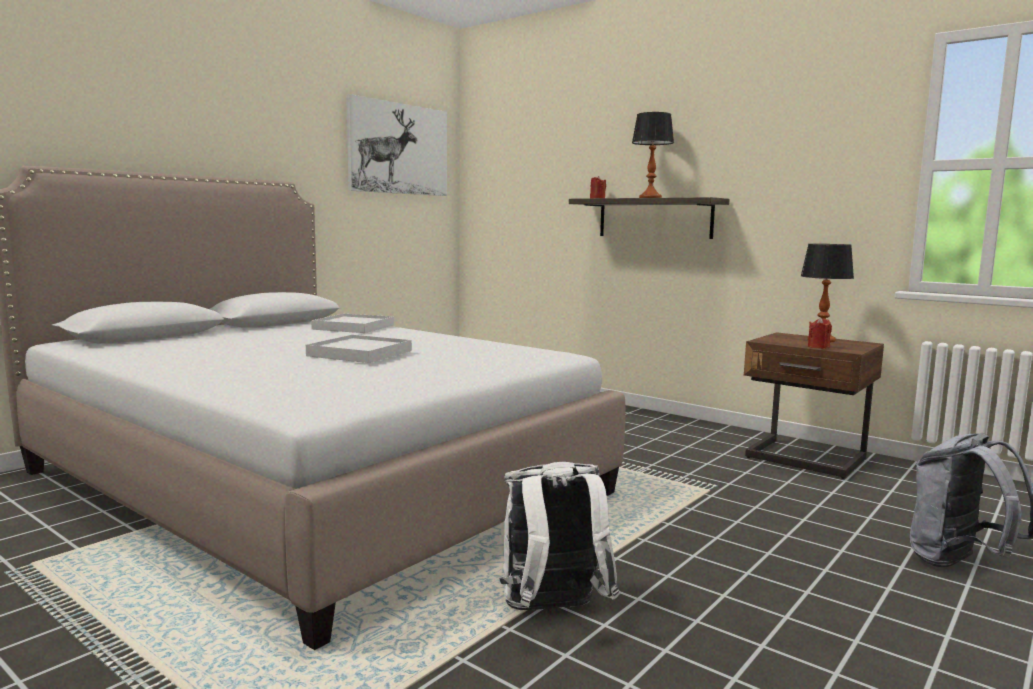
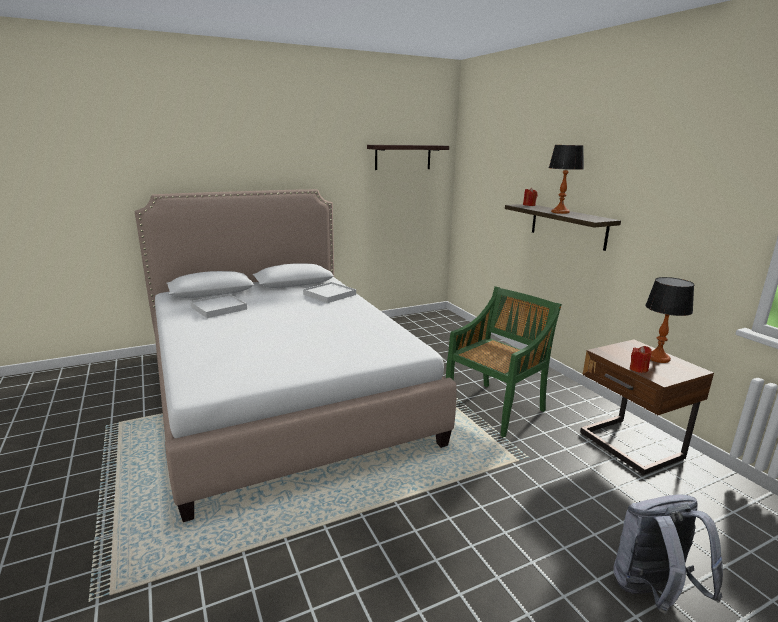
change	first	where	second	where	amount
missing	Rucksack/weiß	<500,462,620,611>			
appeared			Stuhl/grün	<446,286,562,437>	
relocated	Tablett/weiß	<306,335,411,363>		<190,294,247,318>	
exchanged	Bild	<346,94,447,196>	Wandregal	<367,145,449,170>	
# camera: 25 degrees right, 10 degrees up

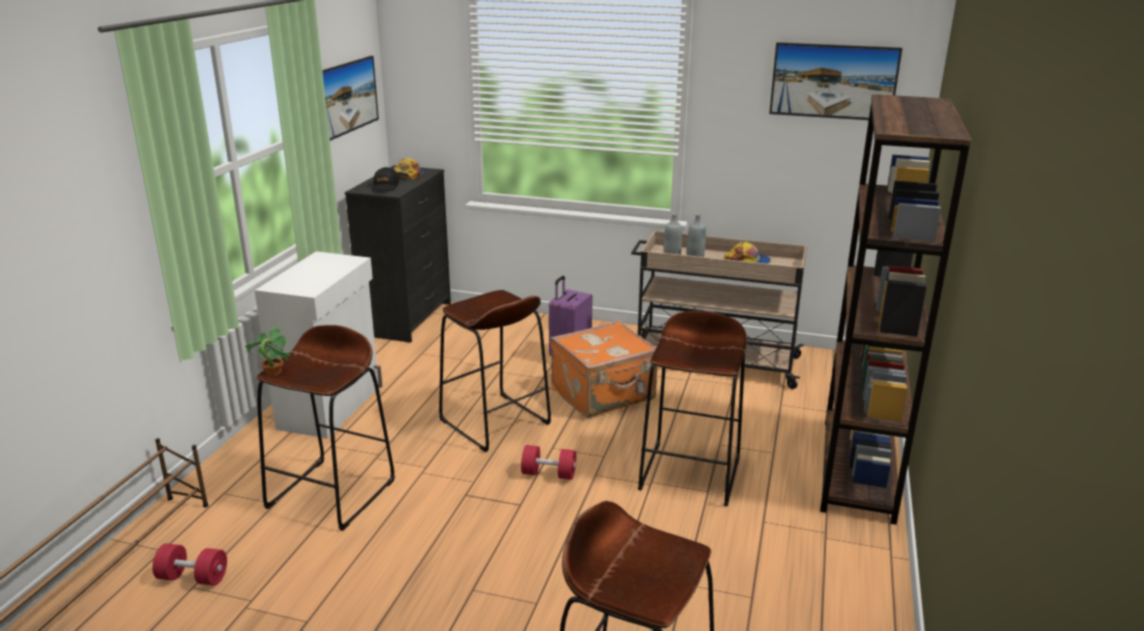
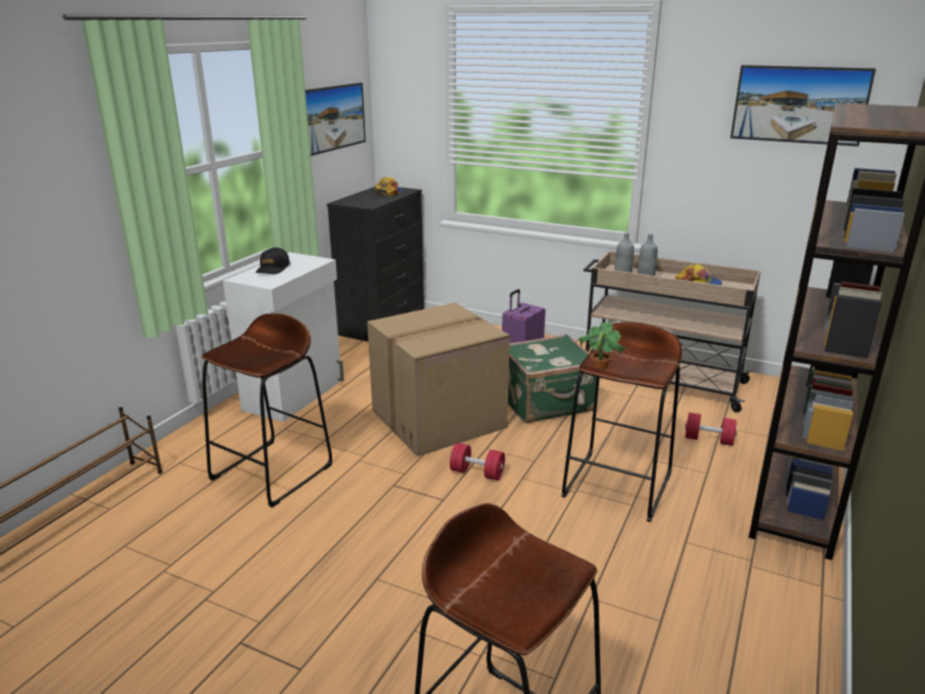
change	first	where	second	where	amount
relocated	Hantel/rot	<152,543,227,586>		<685,412,737,446>	
relocated	Topfpflanze	<245,327,293,376>		<579,322,627,369>	
relocated	Kappe/schwarz	<372,167,399,191>		<256,248,290,274>	
exchanged	Hocker/braun	<439,290,551,452>	Karton	<367,302,510,456>	
colour	Koffer/orange	<550,321,658,418>	Koffer/grün	<508,334,596,423>	
# camera: 10 degrees right, 0 degrees up

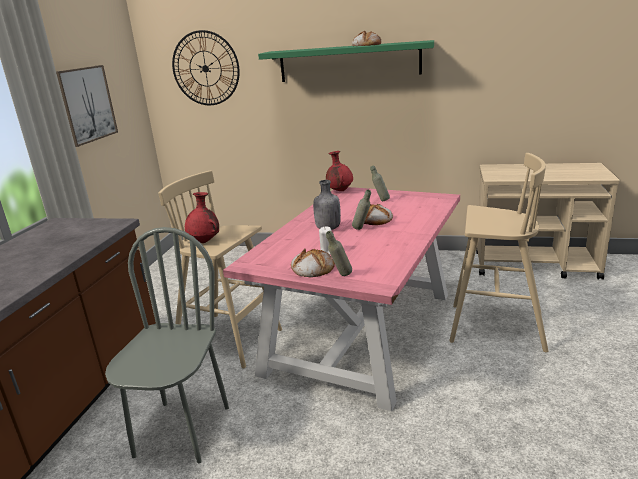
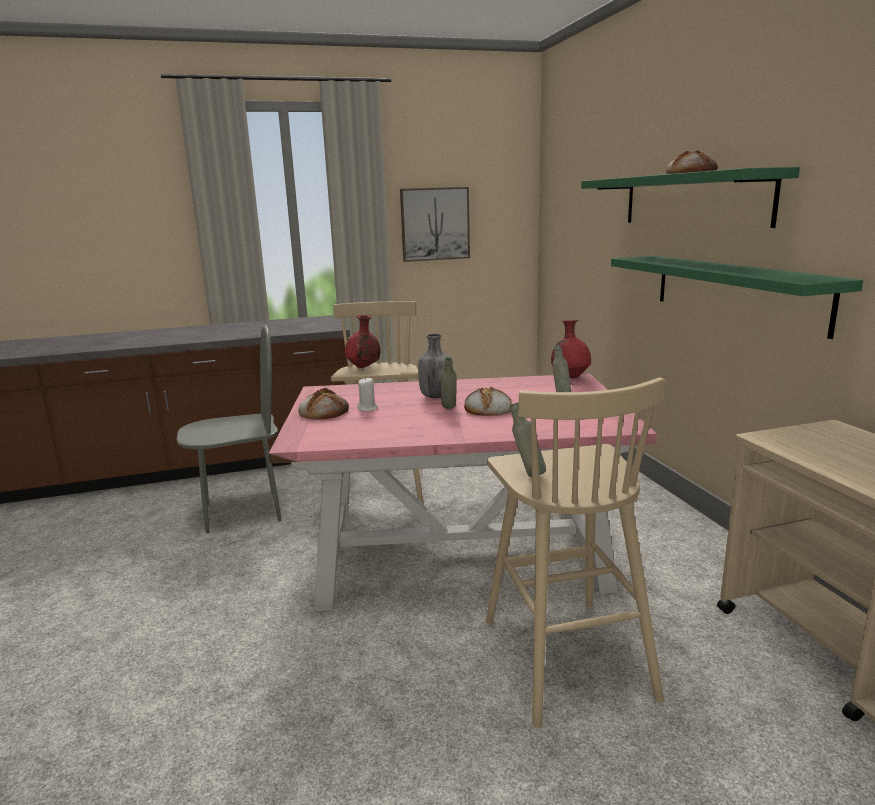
change	first	where	second	where	amount
missing	Wanduhr	<172,30,240,105>			
appeared			Wandregal/grün	<611,256,863,339>	
relocated	Flasche/grau	<326,231,352,276>		<510,402,546,477>	
# camera: 60 degrees right, 5 degrees down

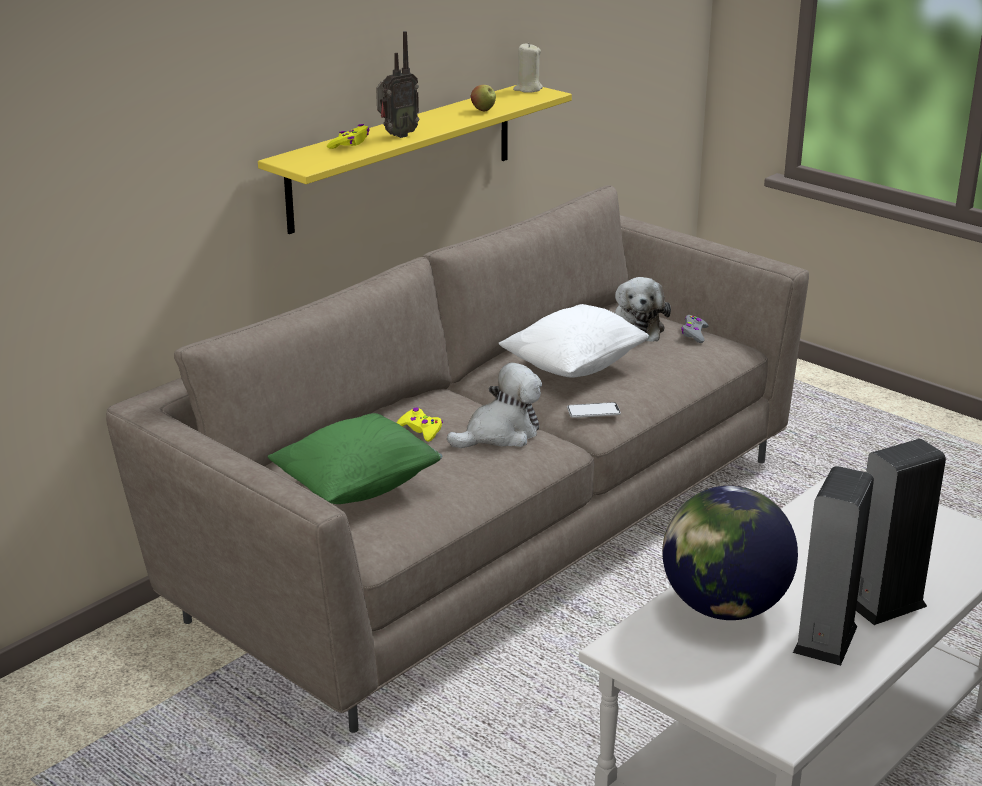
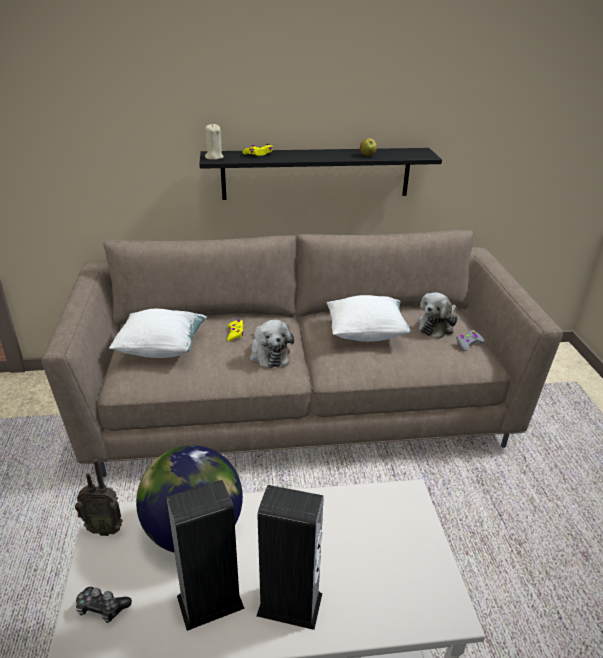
change	first	where	second	where	amount
missing	Handy	<567,402,621,418>			
appeared			Gamepad	<76,587,132,623>	
relocated	Radio	<376,31,419,138>		<75,459,123,536>	
relocated	Kerze/beige	<513,43,543,93>		<205,124,223,160>	
colour	Wandregal/gelb	<258,85,572,234>	Wandregal/schwarz	<199,148,442,200>	
colour	Kissen/grün	<268,413,442,504>	Kissen/weiß	<109,309,207,358>	
spun	Plüschtier	<447,363,542,448>		<250,320,294,368>	60 degrees clockwise
# camera: 40 degrees right, 5 degrees up

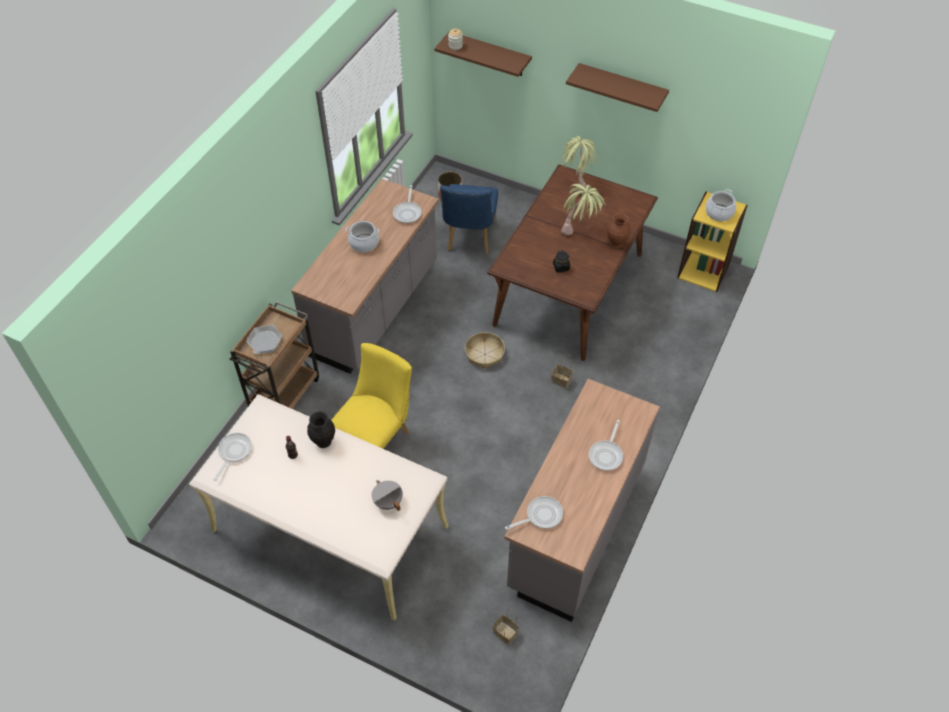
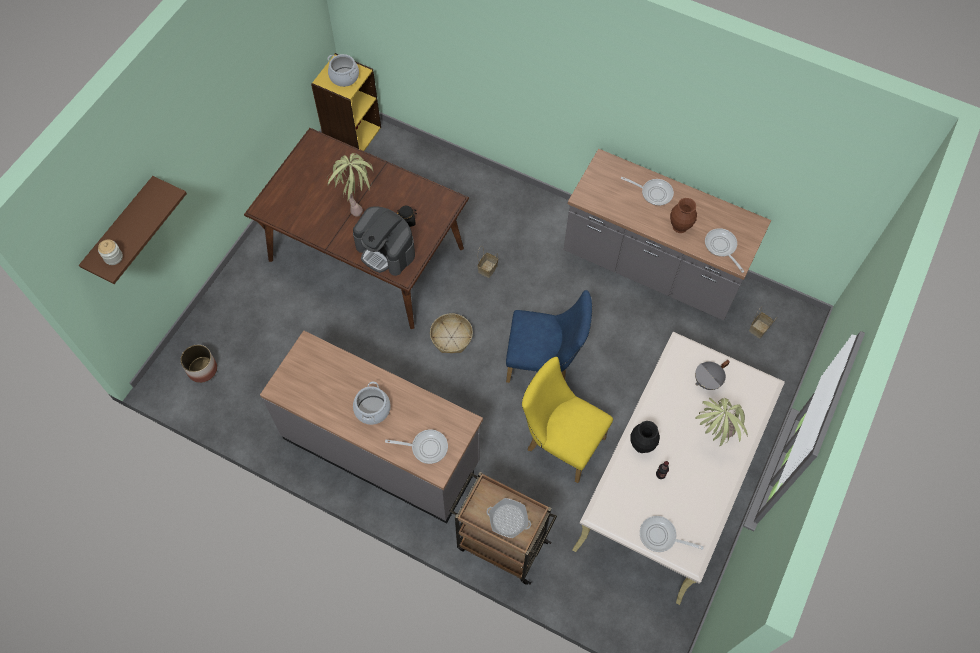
change	first	where	second	where	amount
missing	Wandregal/braun	<566,63,669,112>			
appeared			Kaffeemaschine	<353,206,415,276>	
relocated	Pfanne	<393,185,421,223>		<385,430,448,464>	
relocated	Stuhl/blau	<440,184,498,254>		<506,290,592,383>	
relocated	Topfpflanze	<561,136,598,194>		<695,398,748,446>	
relocated	Vase/braun	<607,213,631,248>		<670,198,697,233>	
# camera: 90 degrees left, 10 degrees up

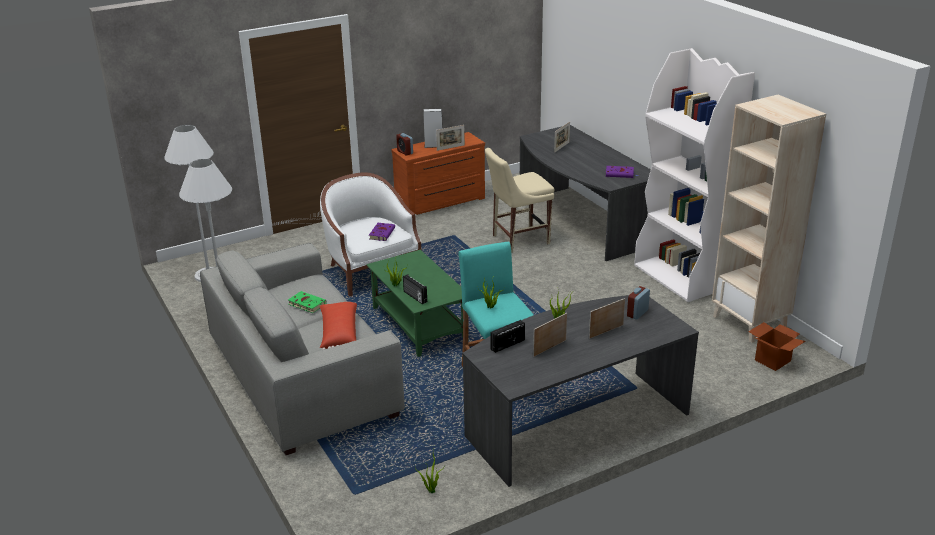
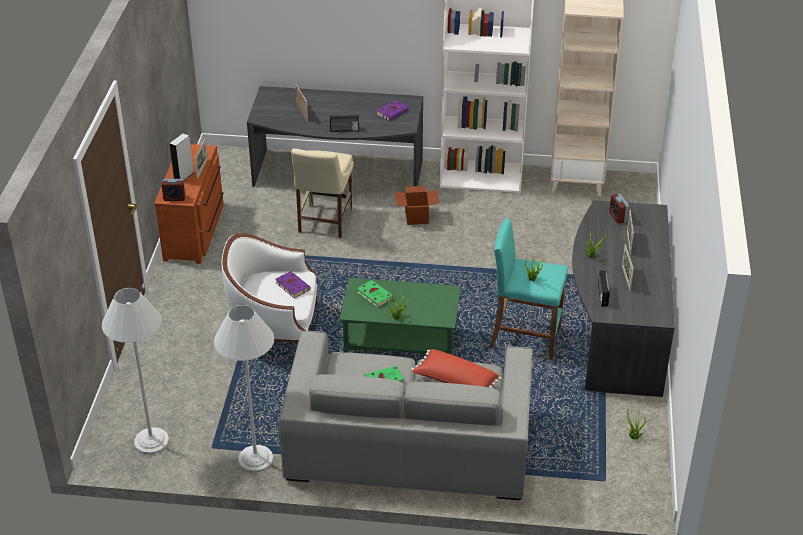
change	first	where	second	where	amount
appeared			Buch/grün	<357,280,393,308>	
relocated	Radio	<403,274,427,304>		<330,115,359,132>	
relocated	Karton	<748,322,805,371>		<395,186,439,225>	
# camera: 55 degrees left, 10 degrees up

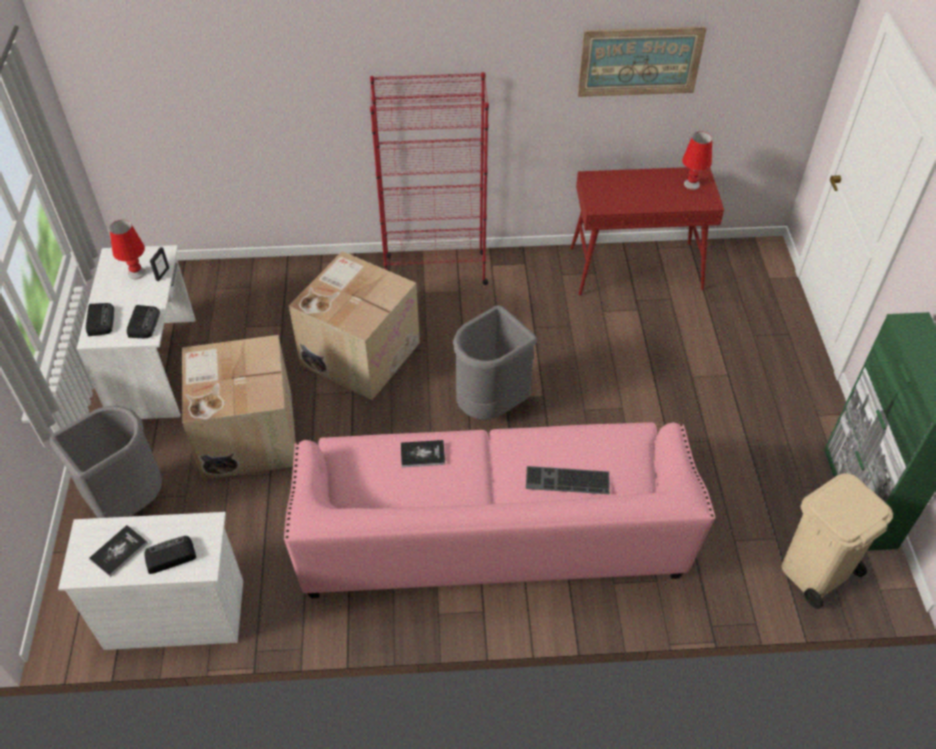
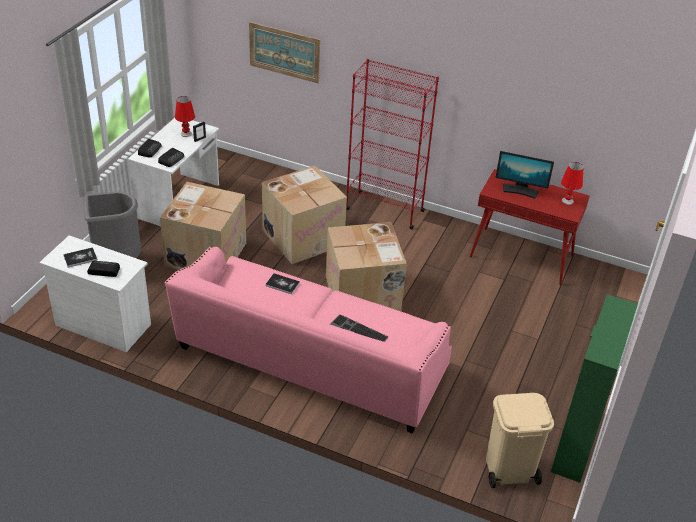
change	first	where	second	where	amount
appeared			Monitor	<496,151,554,199>	
relocated	Bild	<578,26,707,97>		<249,22,320,83>	
exchanged	Mülleimer/grau	<453,305,537,420>	Karton	<326,222,407,311>	
# camera: 25 degrees right, 10 degrees down

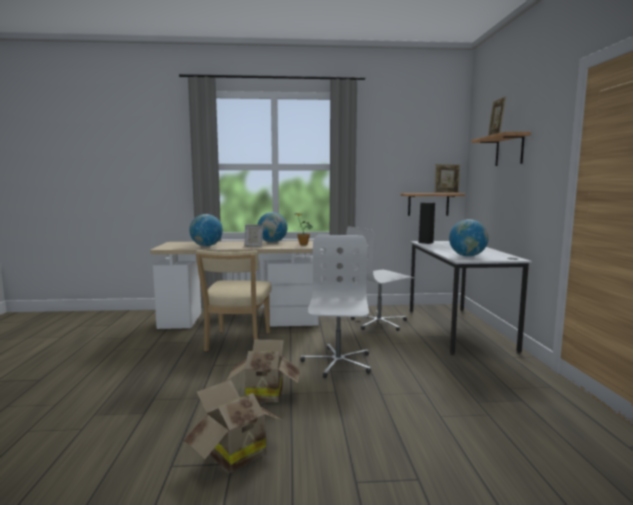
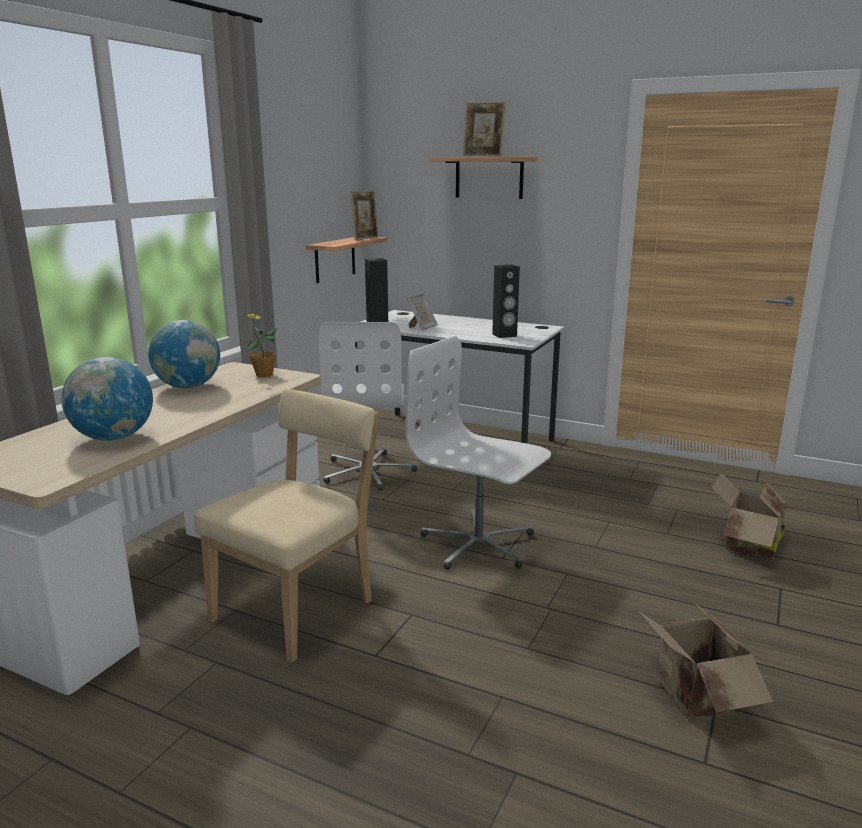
change	first	where	second	where	amount
relocated	Karton	<226,339,300,402>		<712,473,787,560>	
relocated	Bilderrahmen	<244,225,263,247>		<407,293,438,330>	
exchanged	Globus	<449,219,489,257>	Lautsprecher/schwarz	<492,265,520,338>	
spun	Stuhl/beige	<196,250,271,352>		<194,389,379,662>	90 degrees counterclockwise
# camera: 60 degrees left, 10 degrees up

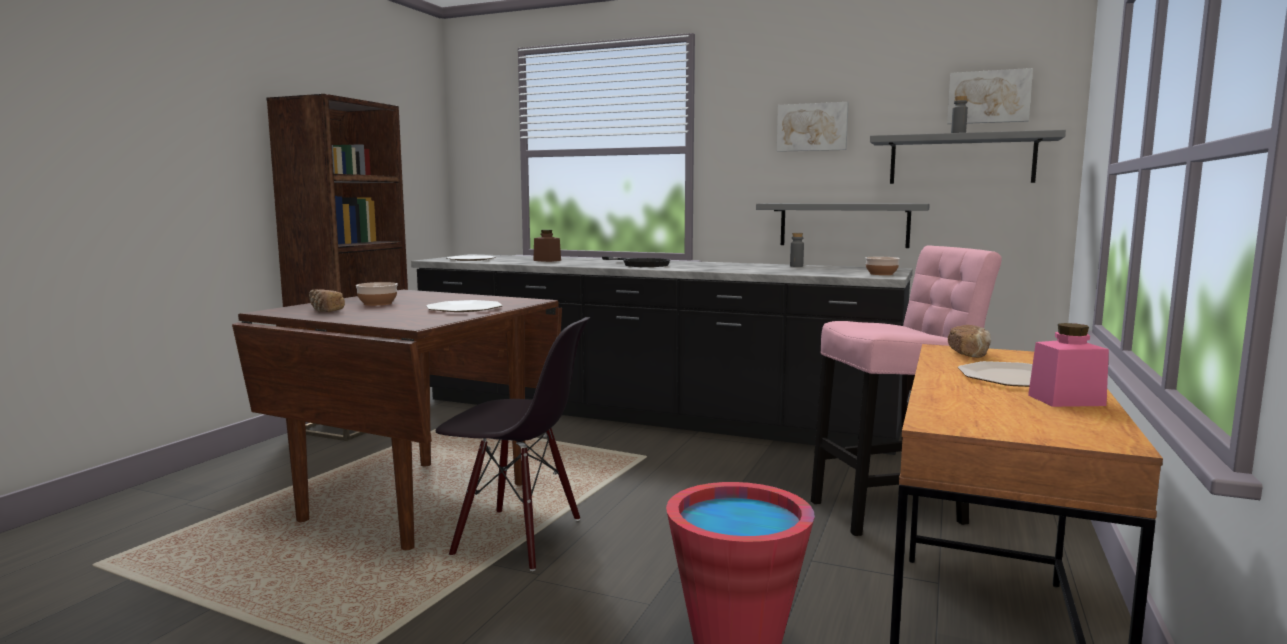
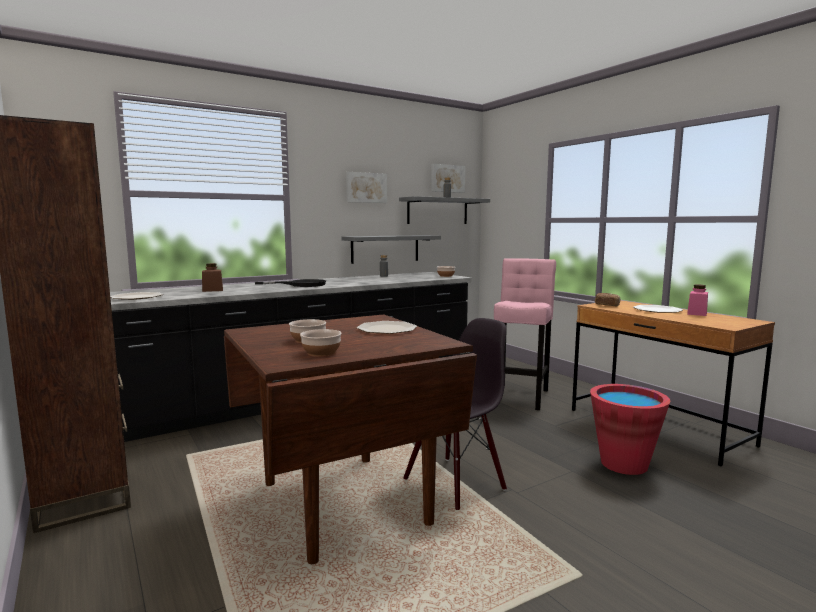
change	first	where	second	where	amount
exchanged	Brot	<309,290,345,312>	Schüssel	<300,329,342,356>	
# camera: 55 degrees left, 0 degrees up

